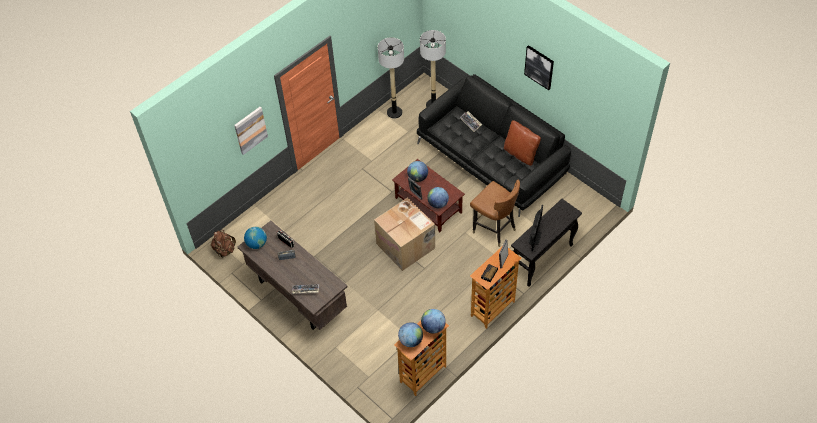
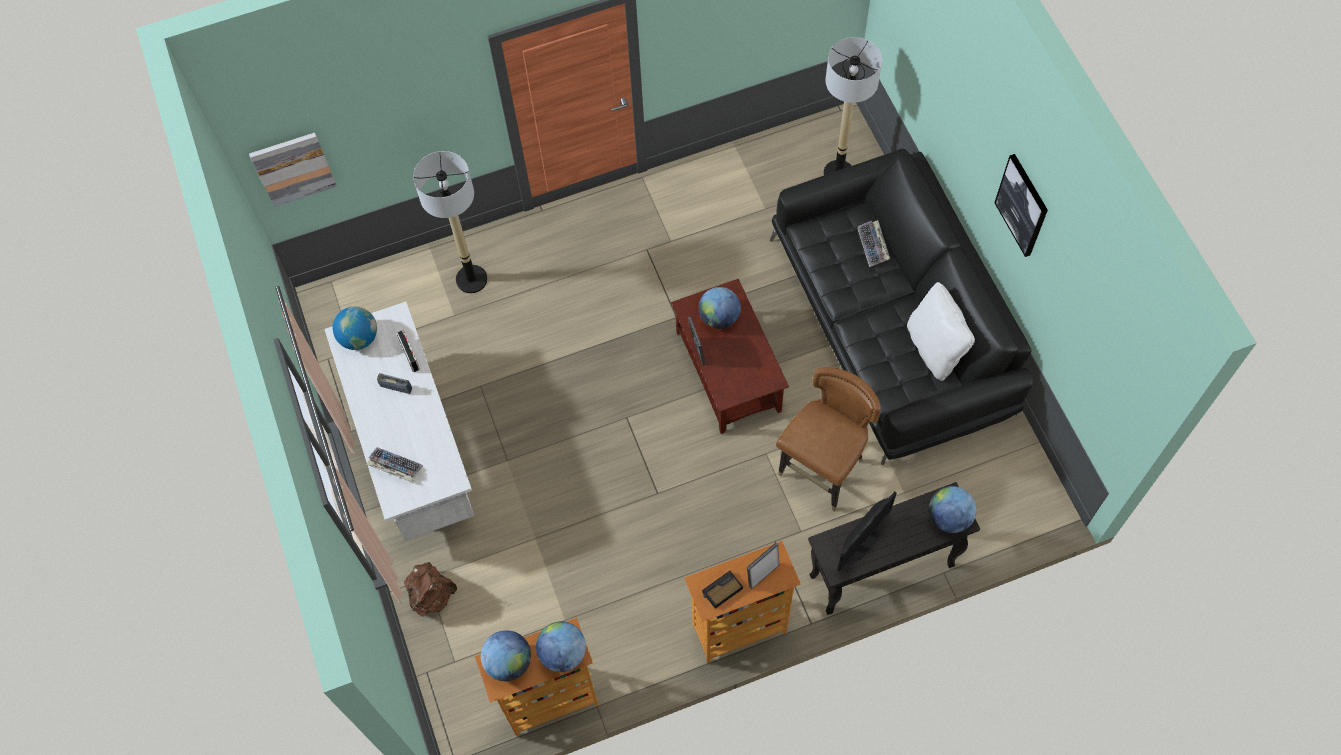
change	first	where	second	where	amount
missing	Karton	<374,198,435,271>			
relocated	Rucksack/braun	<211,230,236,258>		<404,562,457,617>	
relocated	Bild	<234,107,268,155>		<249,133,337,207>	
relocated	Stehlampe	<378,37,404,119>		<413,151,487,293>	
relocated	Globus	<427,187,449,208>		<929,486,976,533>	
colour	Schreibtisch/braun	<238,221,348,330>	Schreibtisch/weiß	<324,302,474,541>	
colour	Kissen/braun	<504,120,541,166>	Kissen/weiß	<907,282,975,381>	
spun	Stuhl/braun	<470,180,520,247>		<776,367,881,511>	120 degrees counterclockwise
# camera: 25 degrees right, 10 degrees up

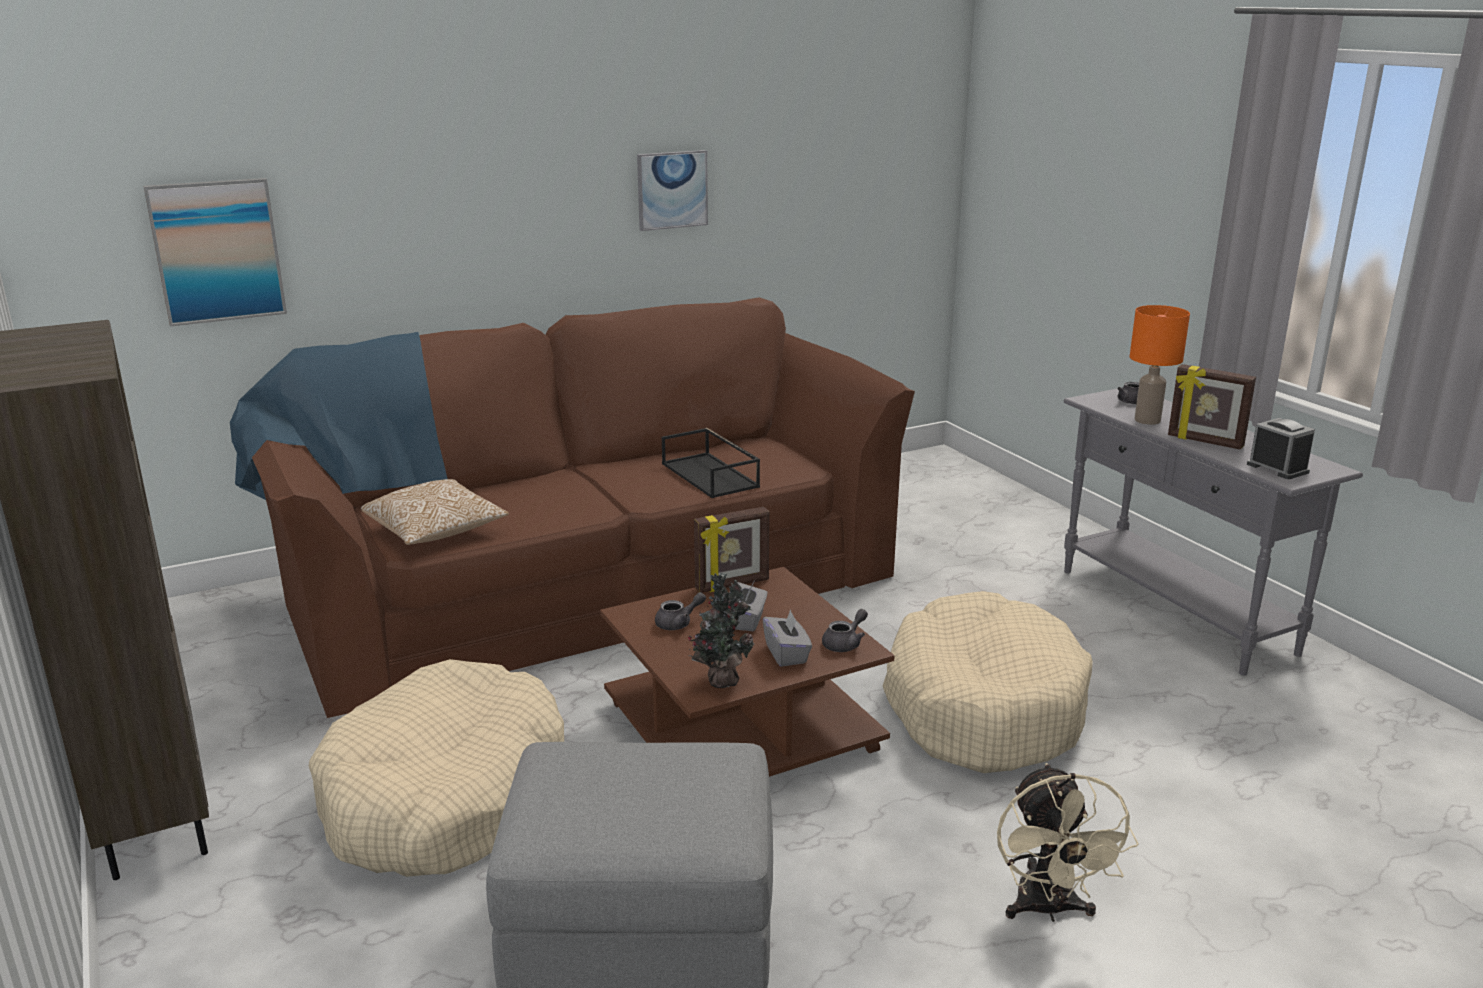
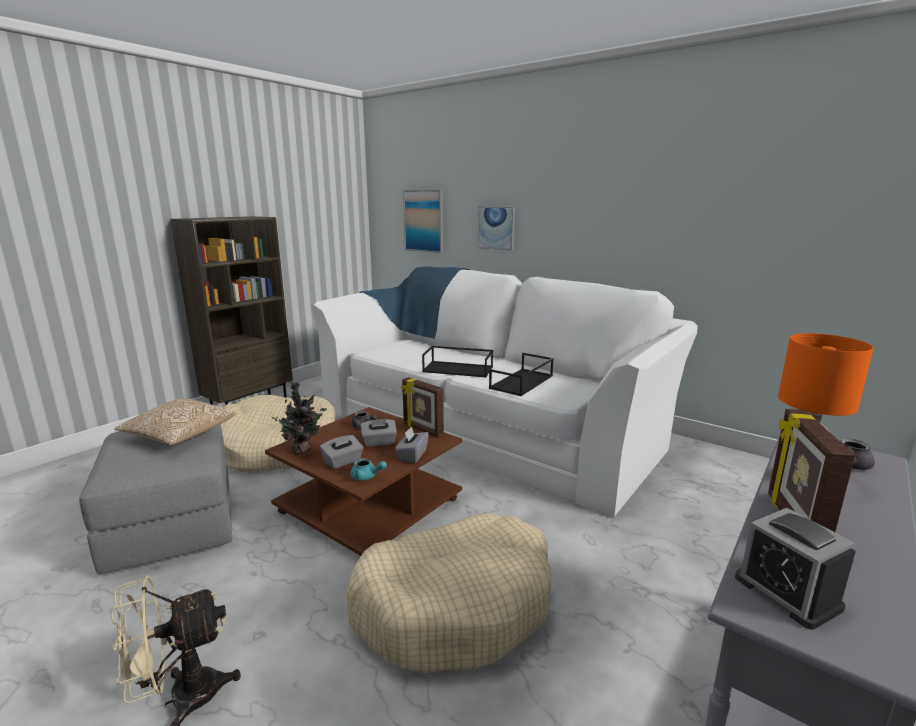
change	first	where	second	where	amount
appeared			Taschentuchbox/grau	<395,426,429,463>	
appeared			Tablett/schwarz	<422,346,493,377>	
relocated	Kissen	<361,479,509,545>		<115,399,236,445>	
relocated	Bild	<637,150,708,231>		<478,206,515,251>	
colour	Sofa/braun	<230,297,915,718>	Sofa/weiß	<311,266,697,517>	
colour	Teekanne/grau	<822,609,868,652>	Teekanne/türkis	<351,458,387,480>	
spun	Wecker	<1247,418,1315,479>		<735,508,856,630>	120 degrees clockwise
# camera: 65 degrees right, 5 degrees down

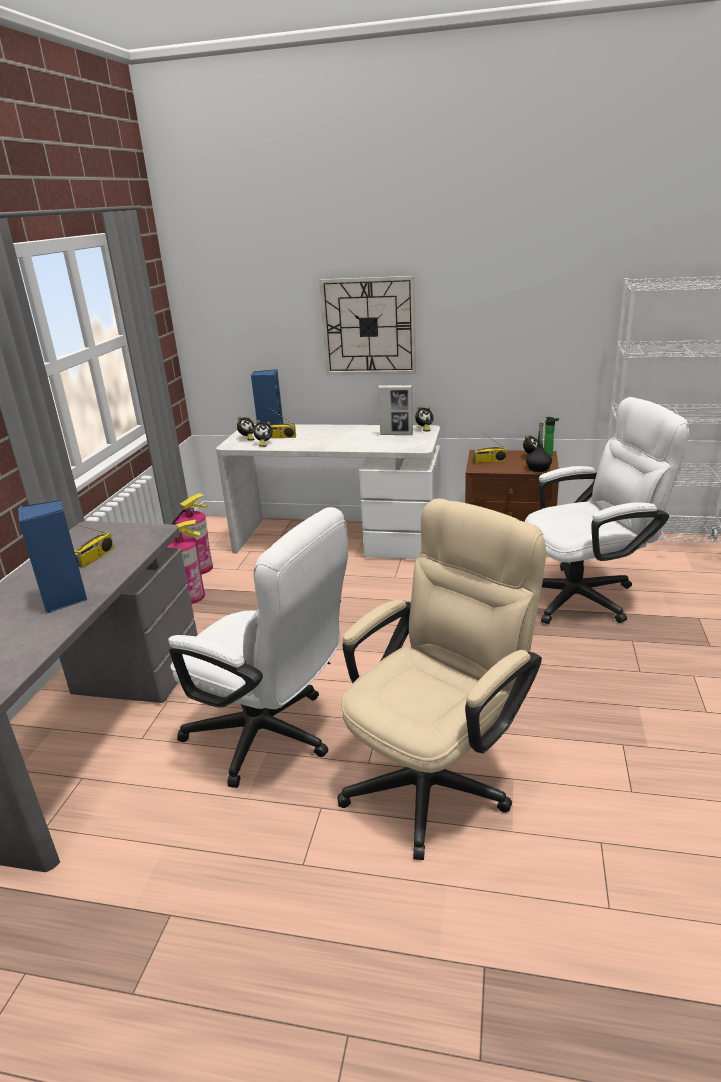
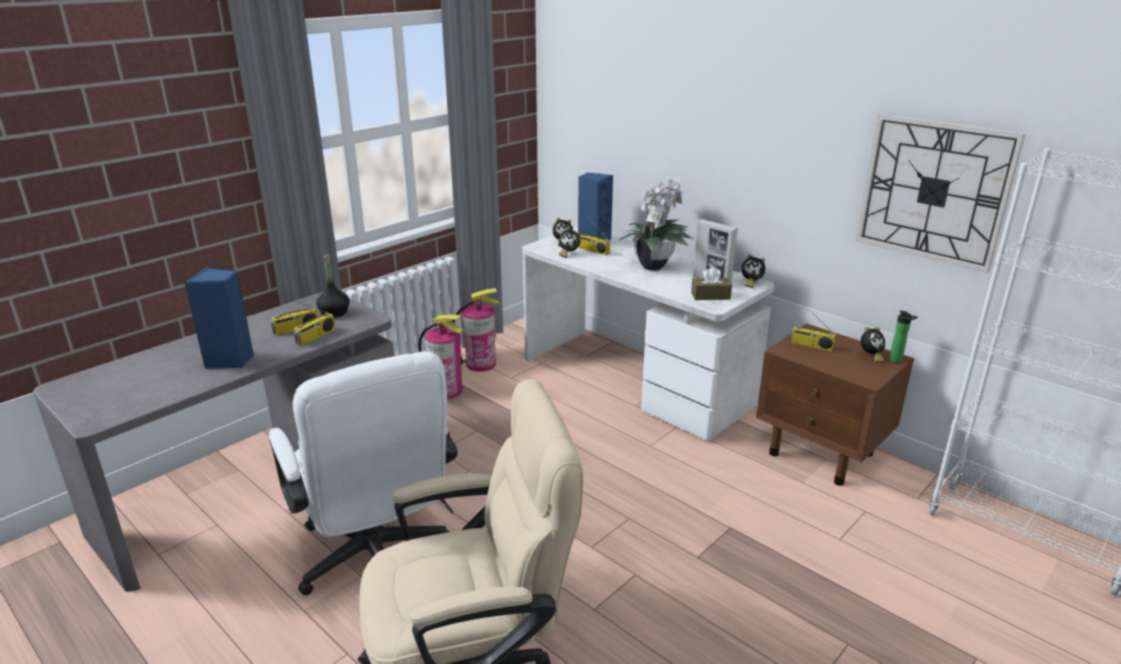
change	first	where	second	where	amount
missing	Bürostuhl/weiß	<525,397,689,624>			
appeared			Radio	<294,301,335,346>	
appeared			Topfpflanze	<619,177,693,270>	
appeared			Taschentuchbox/braun	<691,267,732,300>	
relocated	Wanduhr	<319,276,416,375>		<856,114,1025,273>	
relocated	Flasche/schwarz	<526,421,552,472>		<316,254,350,318>	
# camera: 30 degrees right, 0 degrees up

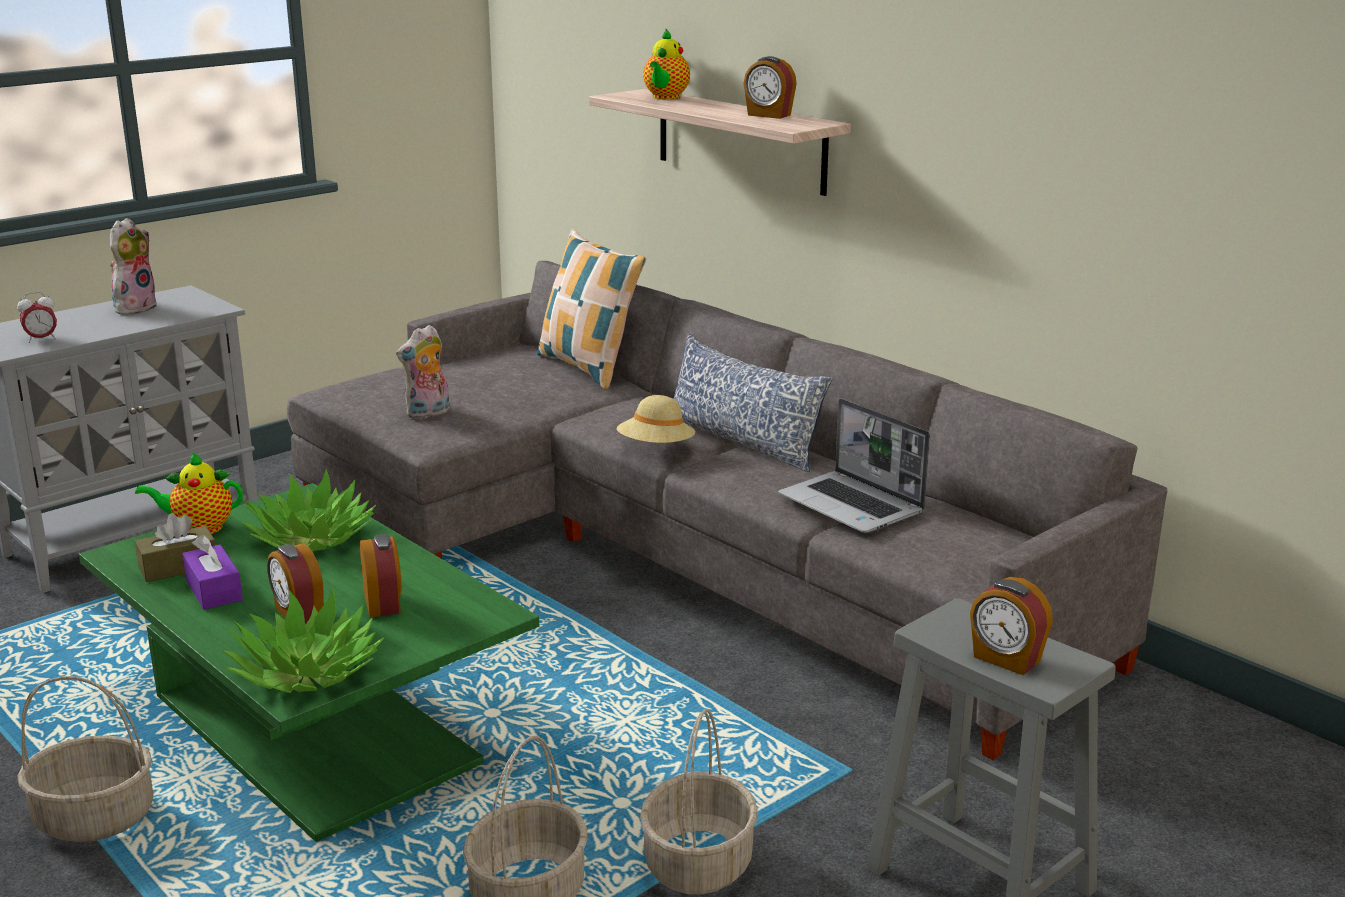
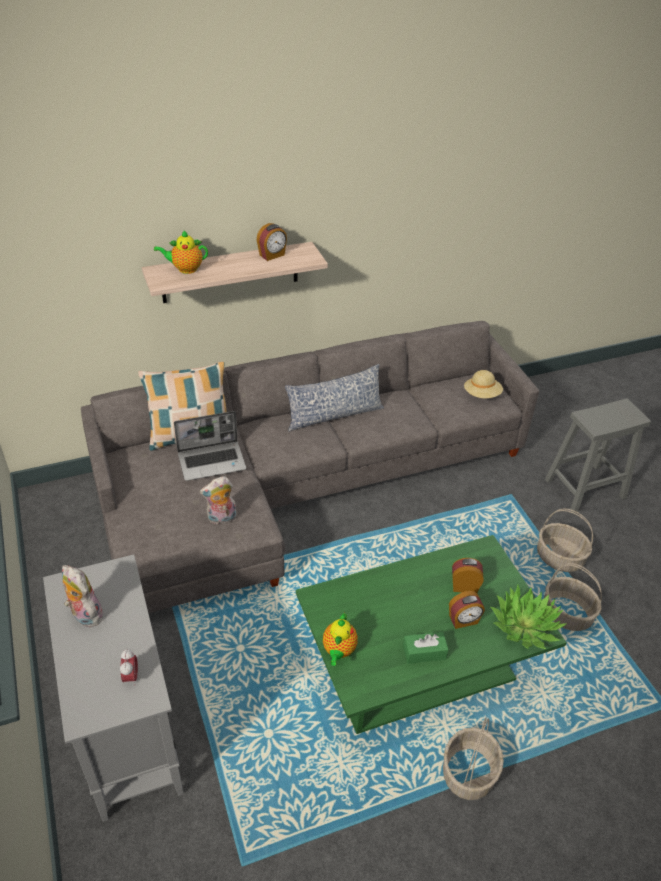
change	first	where	second	where	amount
missing	Taschentuchbox/braun	<135,513,216,582>			
missing	Topfpflanze	<241,469,376,551>			
missing	Wecker	<970,577,1053,675>			
relocated	Hut/beige	<617,395,695,443>		<464,370,503,398>	
relocated	Laptop	<778,399,930,533>		<174,411,247,481>	
colour	Taschentuchbox/lila	<182,534,243,610>	Taschentuchbox/grün	<403,632,449,664>	
spun	Plüschtier	<396,325,450,419>		<200,476,237,525>	90 degrees clockwise
spun	Teekanne	<643,29,690,99>		<154,230,208,274>	135 degrees clockwise
# camera: 70 degrees left, 20 degrees up

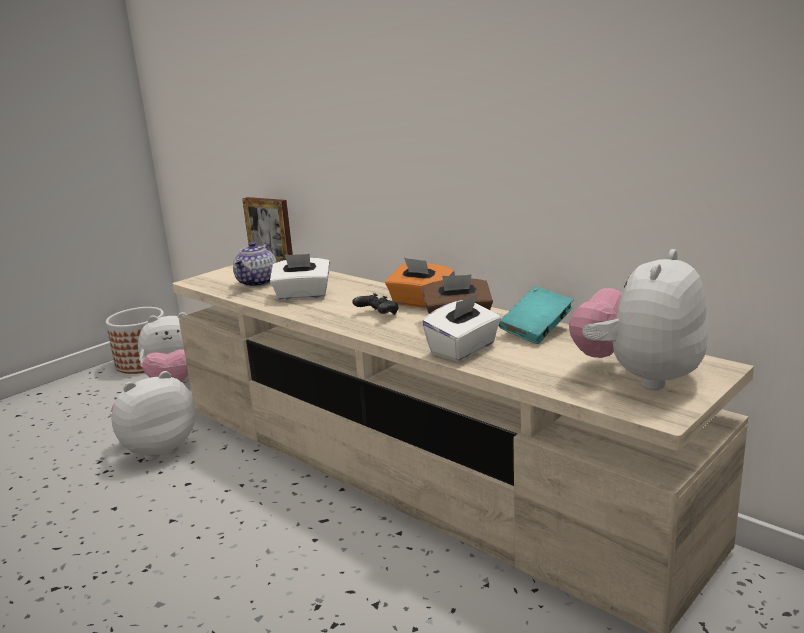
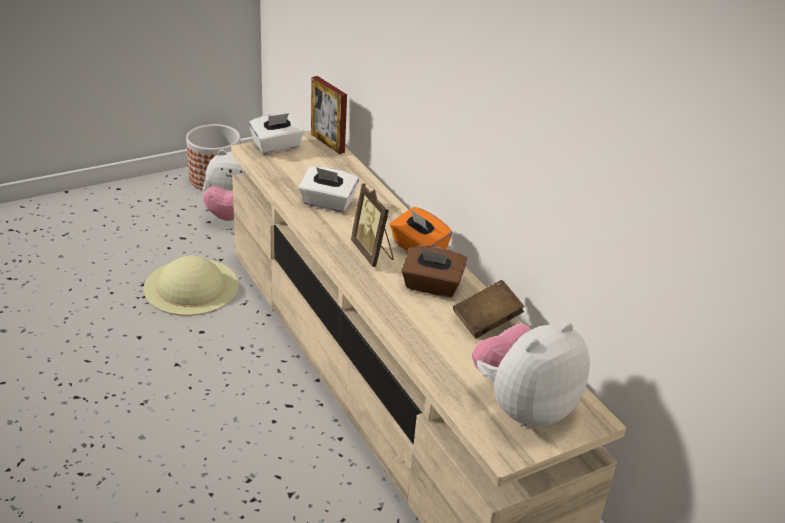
change	first	where	second	where	amount
missing	Teekanne	<233,242,277,287>			
relocated	Taschentuchbox/weiß	<422,294,501,362>		<249,113,305,154>	
exchanged	Plüschtier	<110,371,195,460>	Hut/beige	<144,256,239,316>	
exchanged	Gamepad/schwarz	<352,293,399,315>	Bilderrahmen	<351,183,393,267>	
colour	Buch/türkis	<499,286,573,344>	Buch/braun	<453,280,525,338>	
# camera: 15 degrees right, 15 degrees up

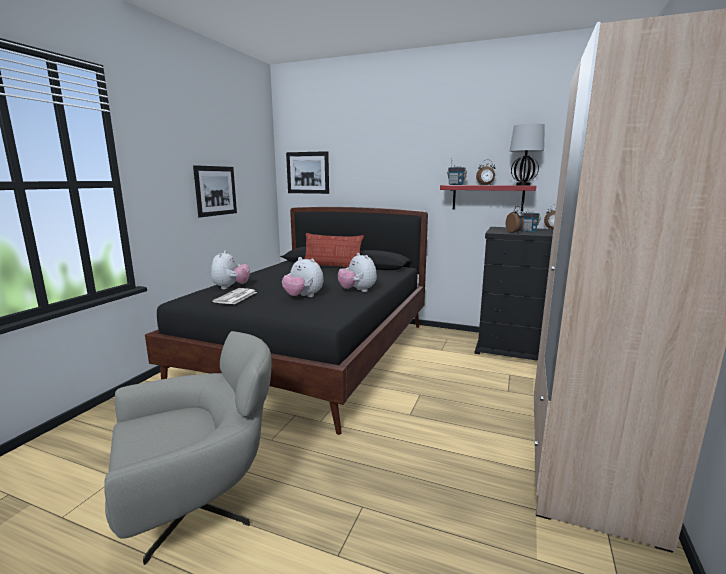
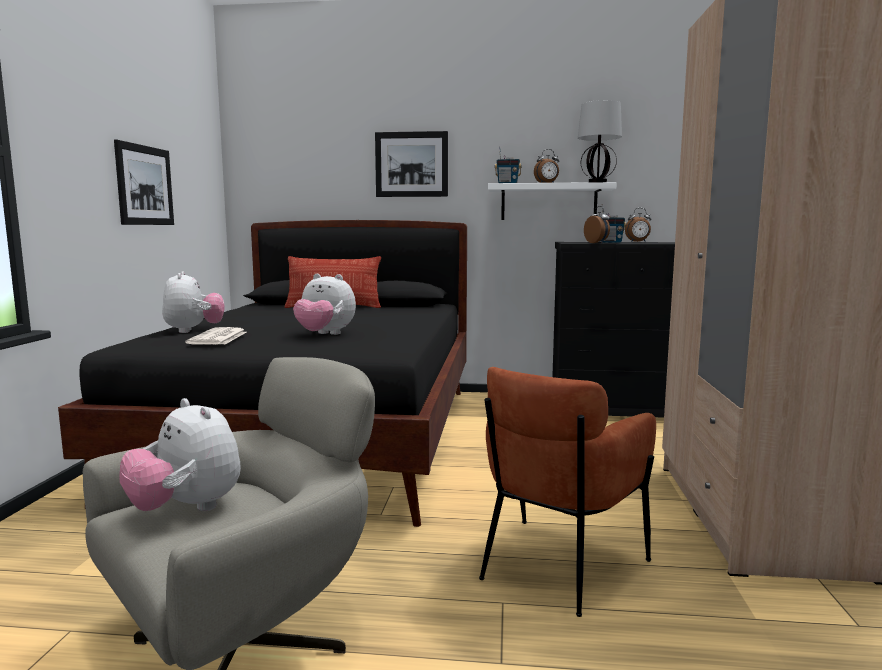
change	first	where	second	where	amount
appeared			Sessel/braun	<479,367,656,617>	
relocated	Bild	<286,151,329,194>		<375,131,448,197>	
relocated	Plüschtier	<338,253,377,292>		<119,398,241,511>	
colour	Wandregal/rot	<440,185,536,211>	Wandregal/weiß	<488,182,617,220>	
# camera: 15 degrees left, 5 degrees down

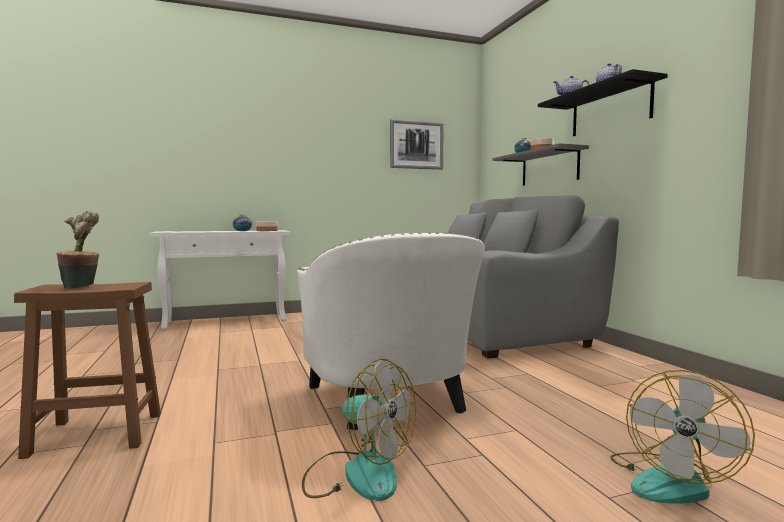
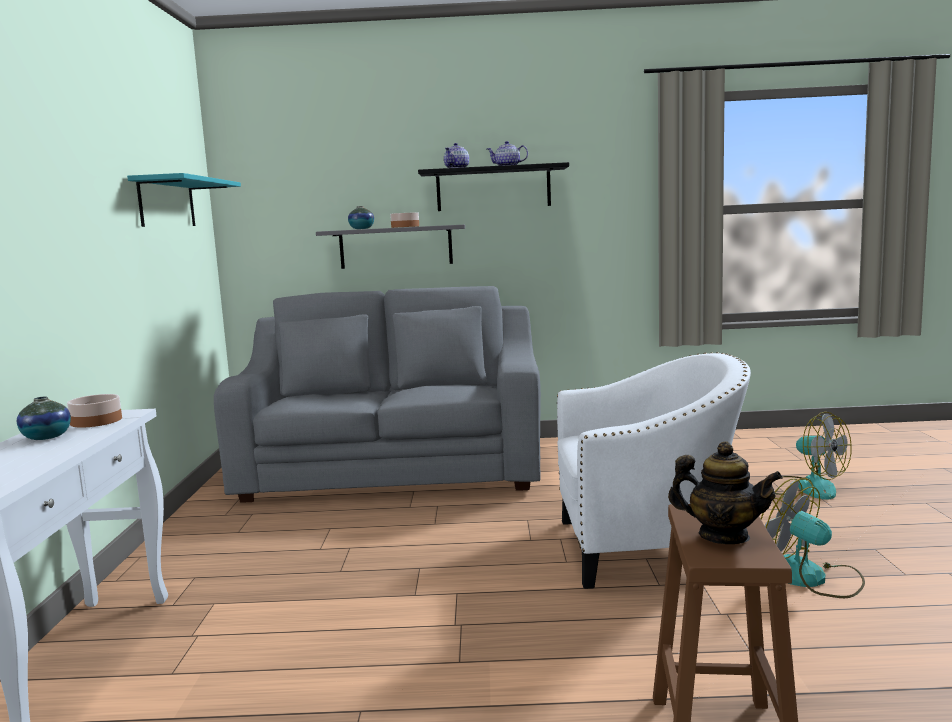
change	first	where	second	where	amount
exchanged	Topfpflanze	<56,211,99,289>	Teekanne	<668,441,783,544>	
exchanged	Bild	<390,119,444,170>	Wandregal/türkis	<127,173,241,227>	
spun	Ventilator	<302,359,416,501>		<761,478,865,598>	90 degrees counterclockwise
# camera: 70 degrees left, 5 degrees up

